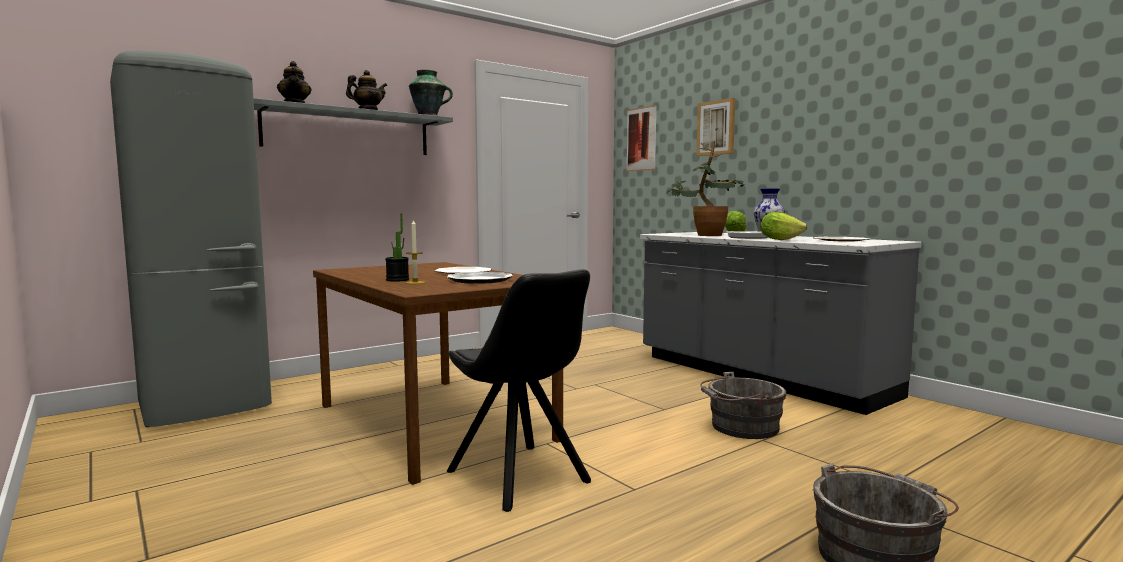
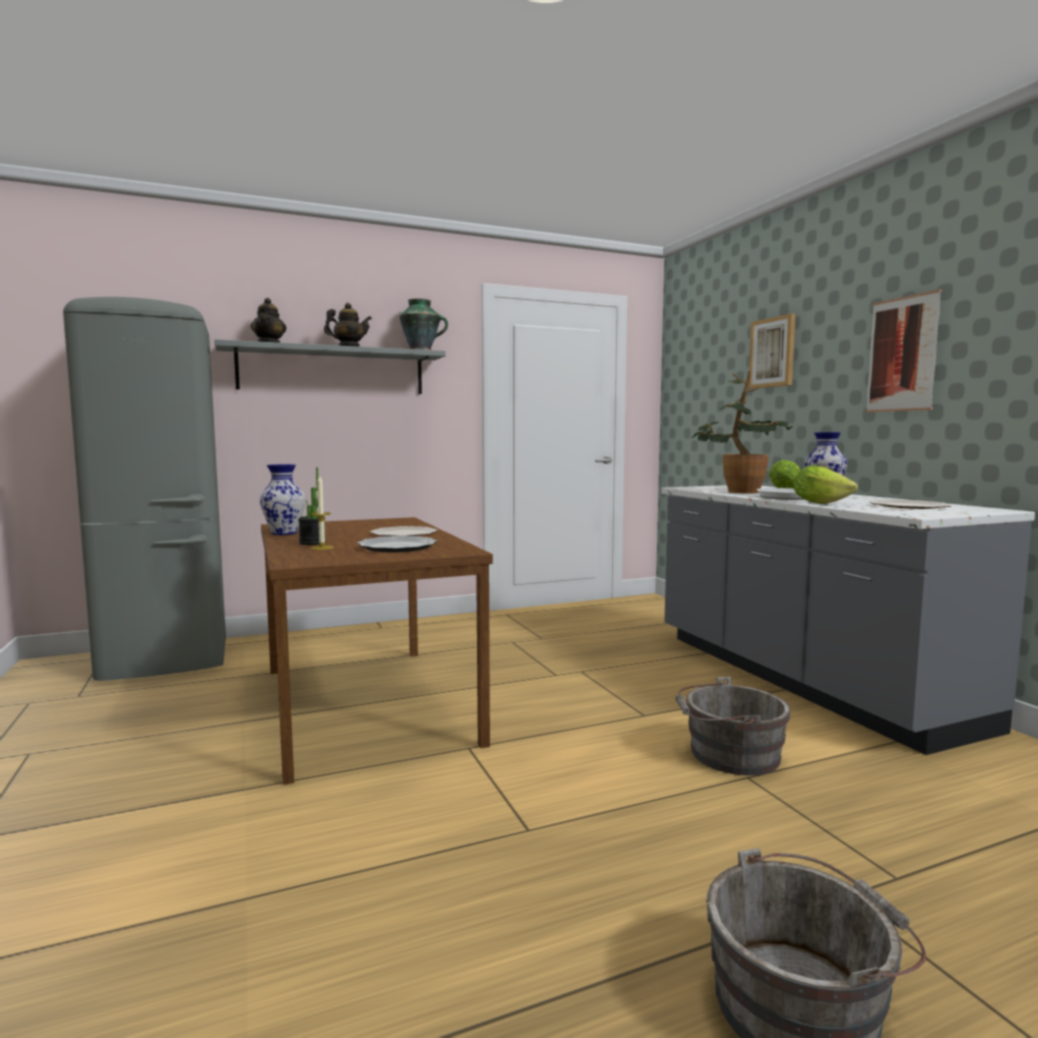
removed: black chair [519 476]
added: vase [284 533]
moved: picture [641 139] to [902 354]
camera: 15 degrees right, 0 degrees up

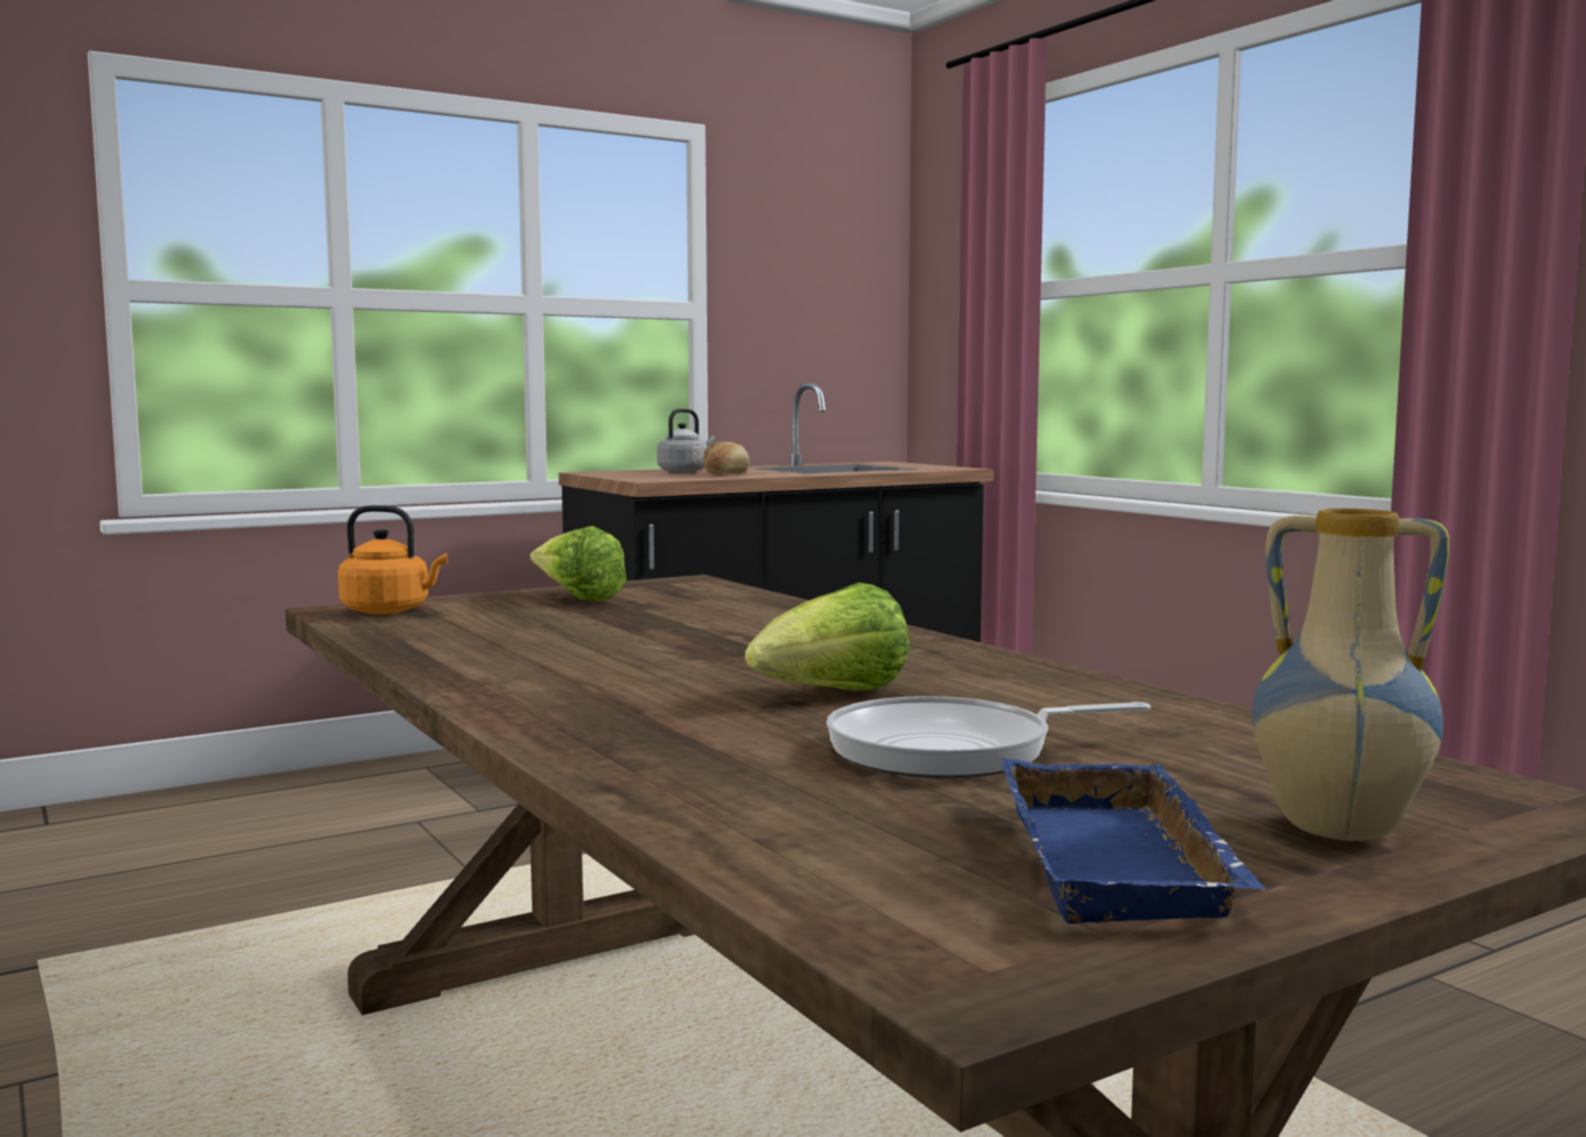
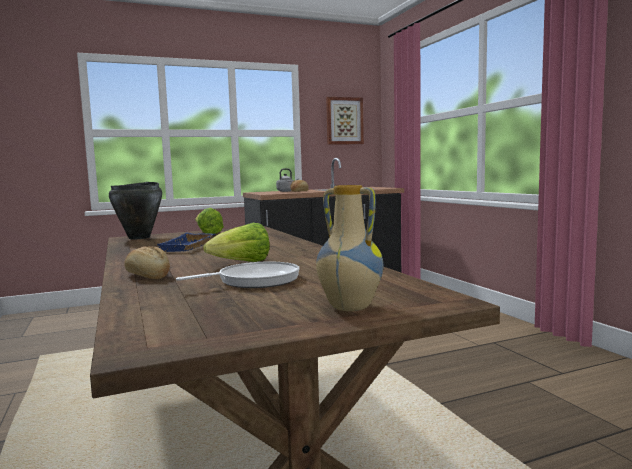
added: bread [148 276]; picture [344 121]
moved: blue tray [1125 863] to [189 247]
replaced: orange kettle [390 611] to black cooking pot [140 238]
turned: frying pan [953 751] = [254 281] 150 degrees clockwise
camera: 10 degrees right, 0 degrees up

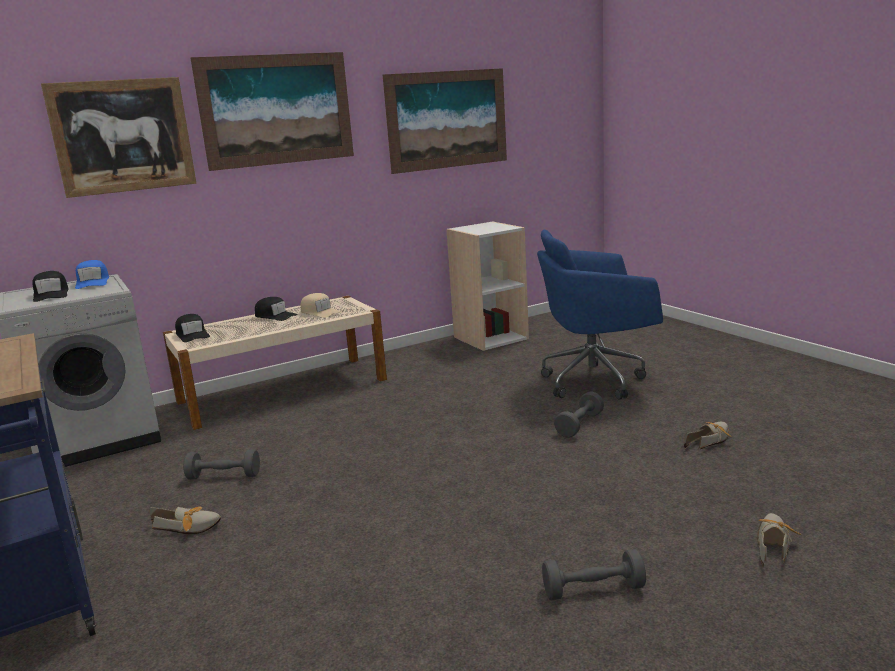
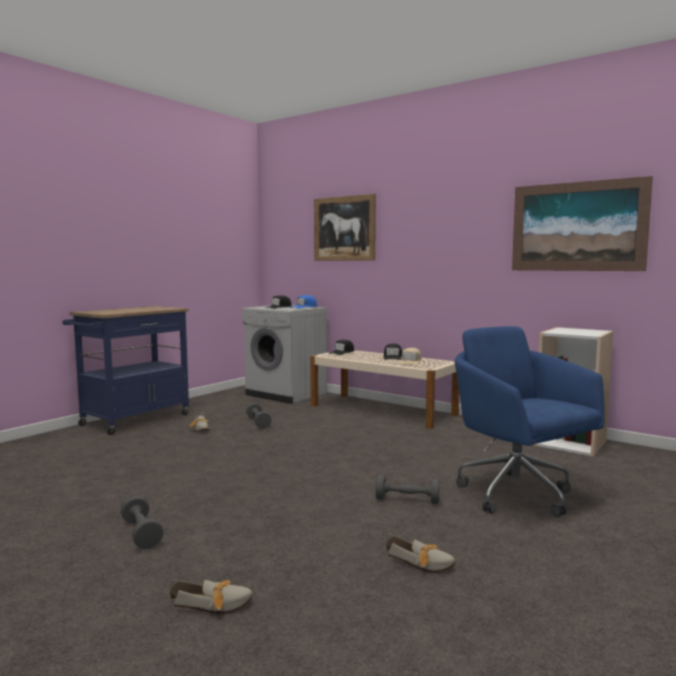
removed: picture [277 110]
camera: 65 degrees right, 10 degrees down

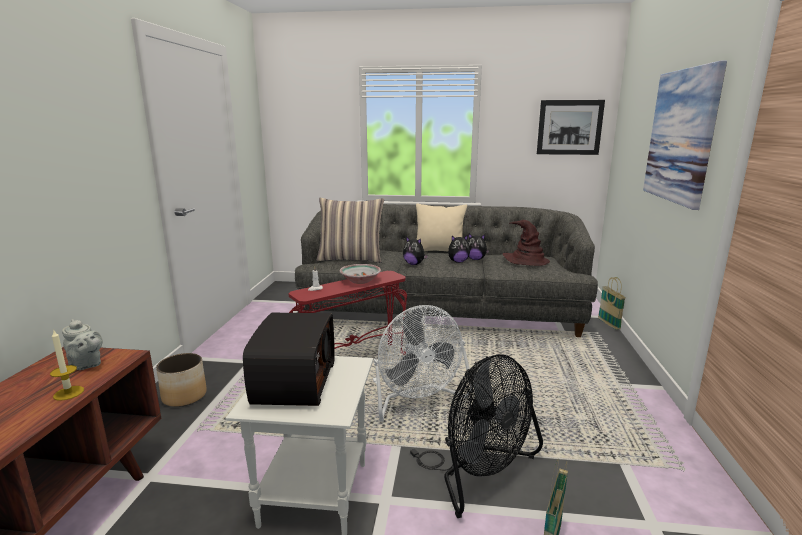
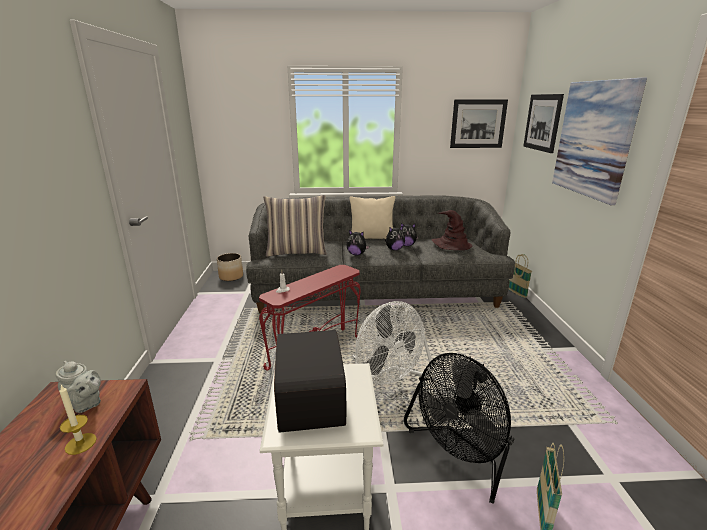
removed: bowl [360 281]
added: picture [542 122]
moved: planter [184 396] to [231 277]
turned: black fan [475 473] = [458 450] 105 degrees clockwise
camera: 10 degrees left, 5 degrees up

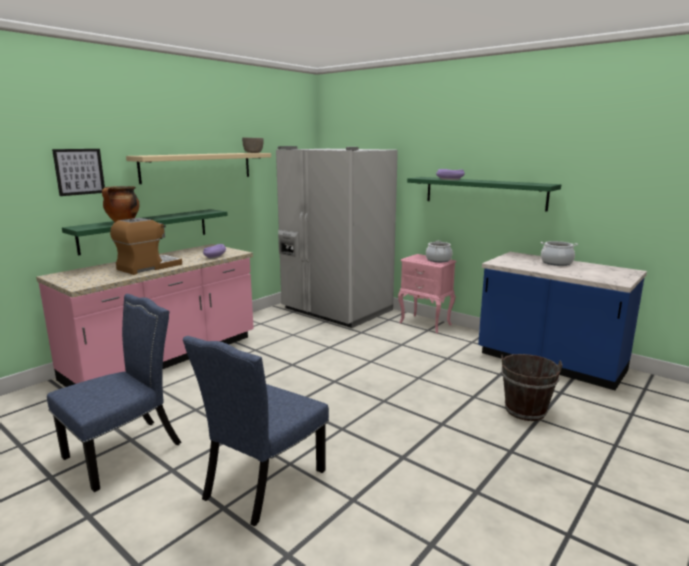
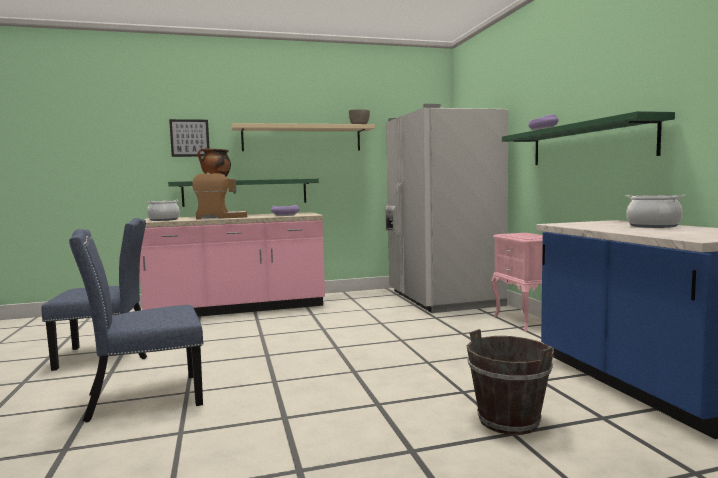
moved: cooking pot [438 260] to [164 220]
camera: 35 degrees right, 10 degrees down

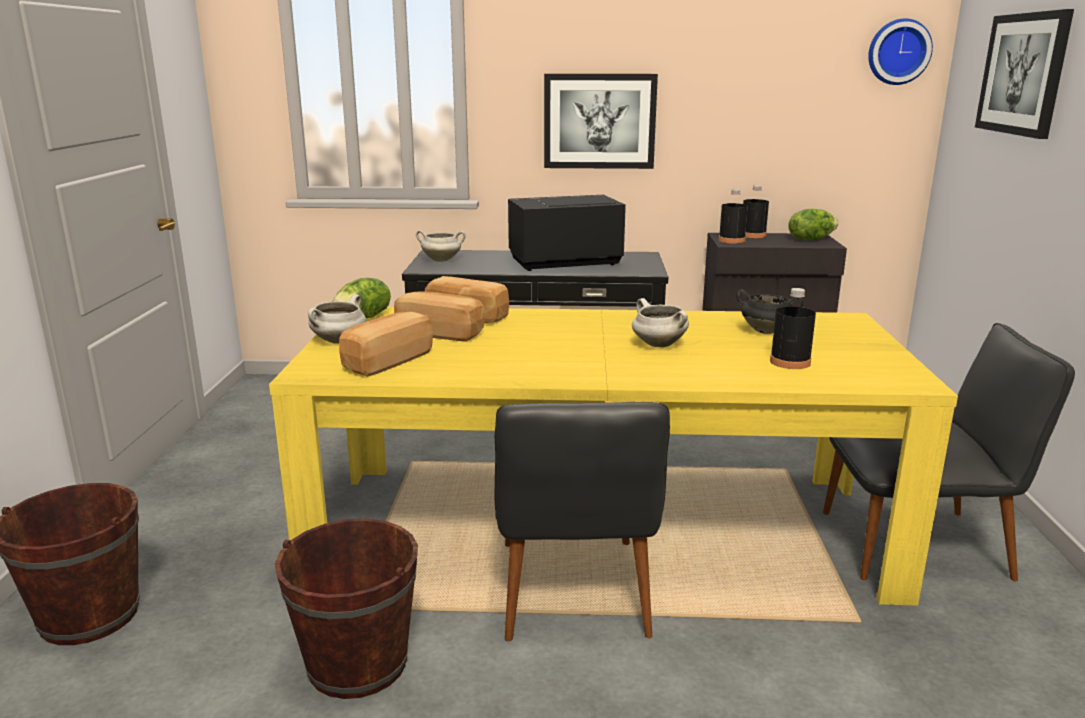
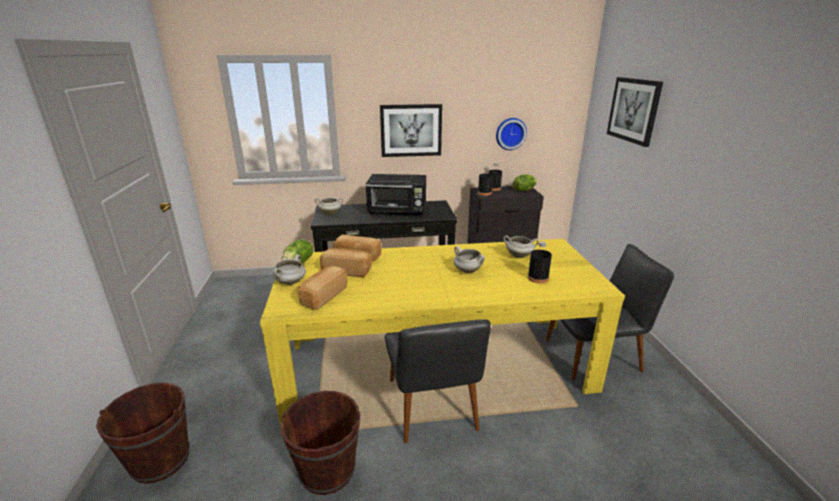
moved: wall clock [898 52] to [510 133]
recoloured: black cooking pot [767 331] to white cooking pot [519 256]
turned: black microwave [563 262] = [398 211] 150 degrees counterclockwise
camera: 10 degrees left, 5 degrees up

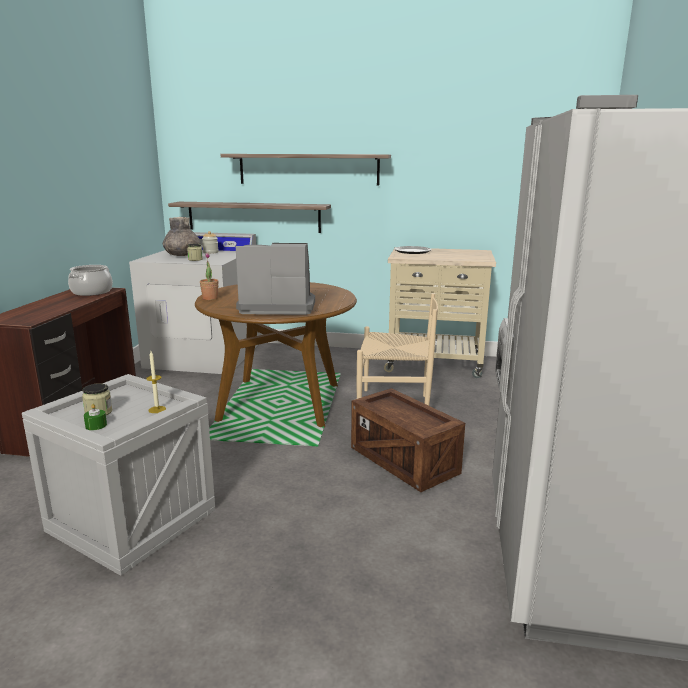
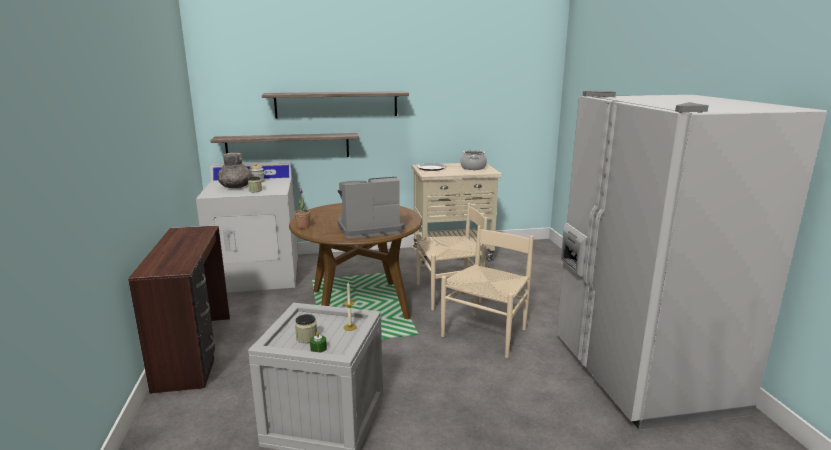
moved: cooking pot [91 292] to [473 168]
replaced: crate [404 461] to beige chair [487 333]
camera: 20 degrees left, 0 degrees up

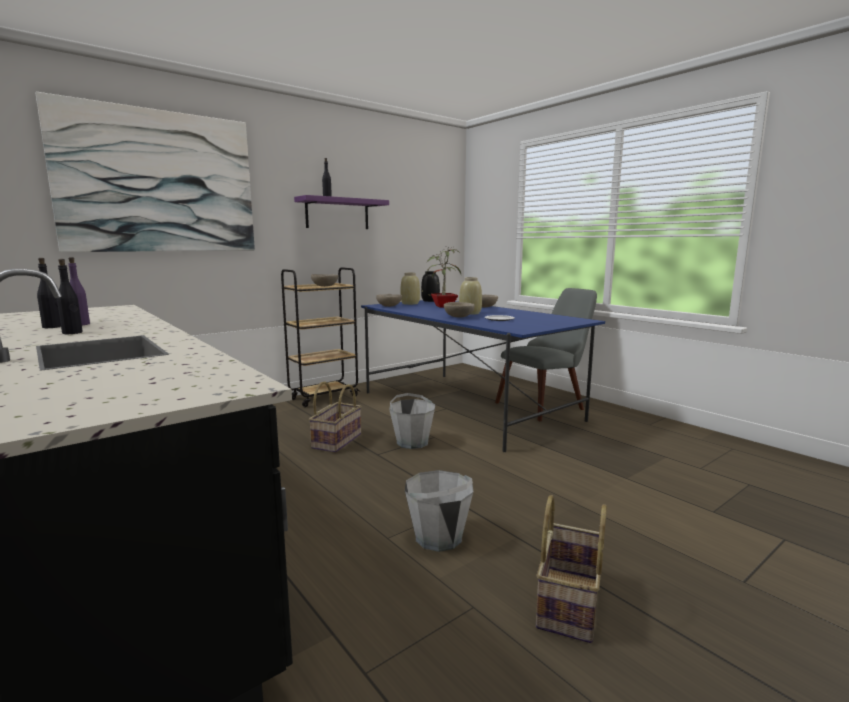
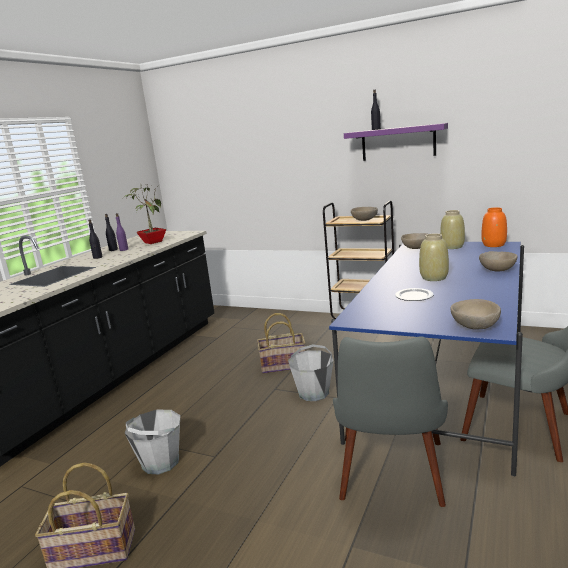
removed: picture [159 182]
added: grey chair [392 480]
moved: potted plant [442 306] to [152 242]; beige bowl [458 317] to [474 326]
recoloured: black vase [430 300] to orange vase [494 245]
camera: 65 degrees right, 5 degrees up

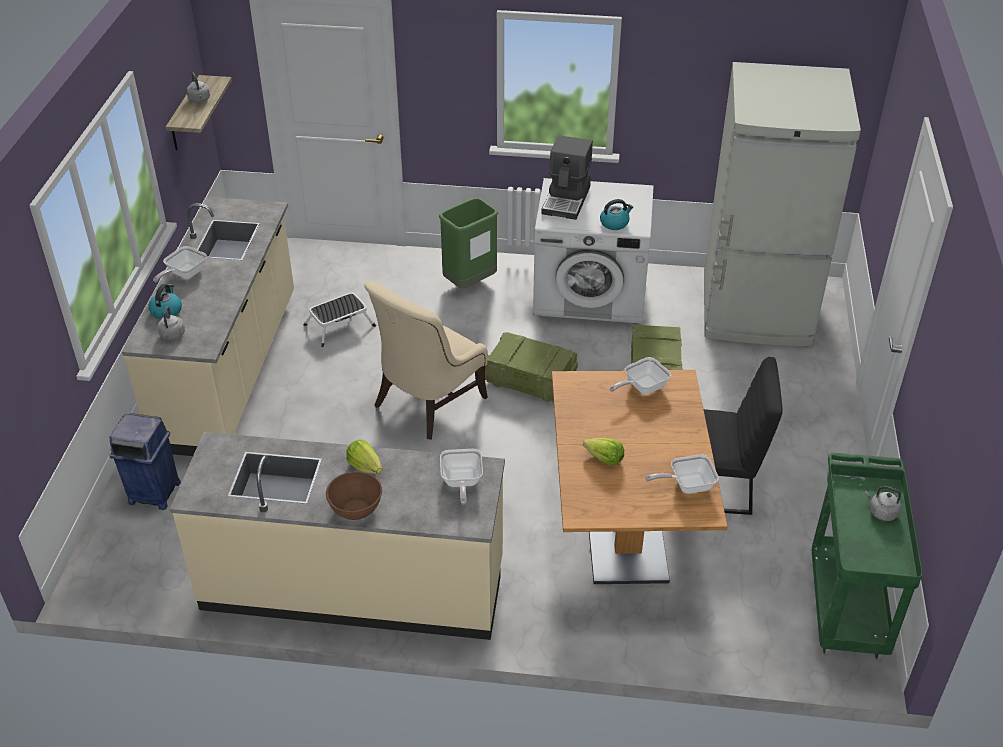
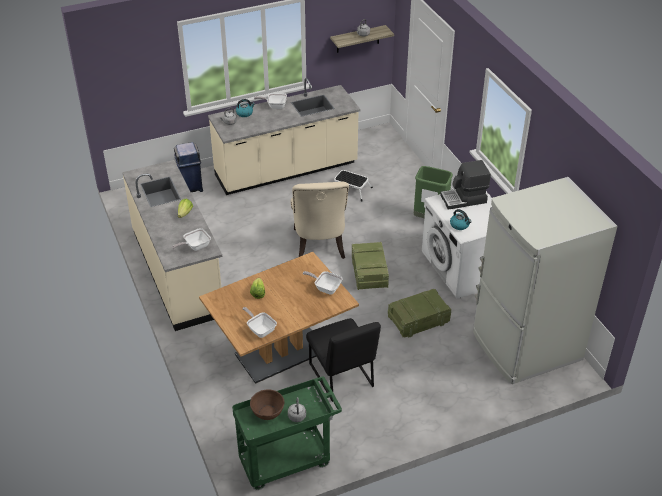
moved: brown bowl [356 508] to [267 412]
turned: beige chair [428 402] = [319 244] 105 degrees counterclockwise
camera: 60 degrees right, 0 degrees up

